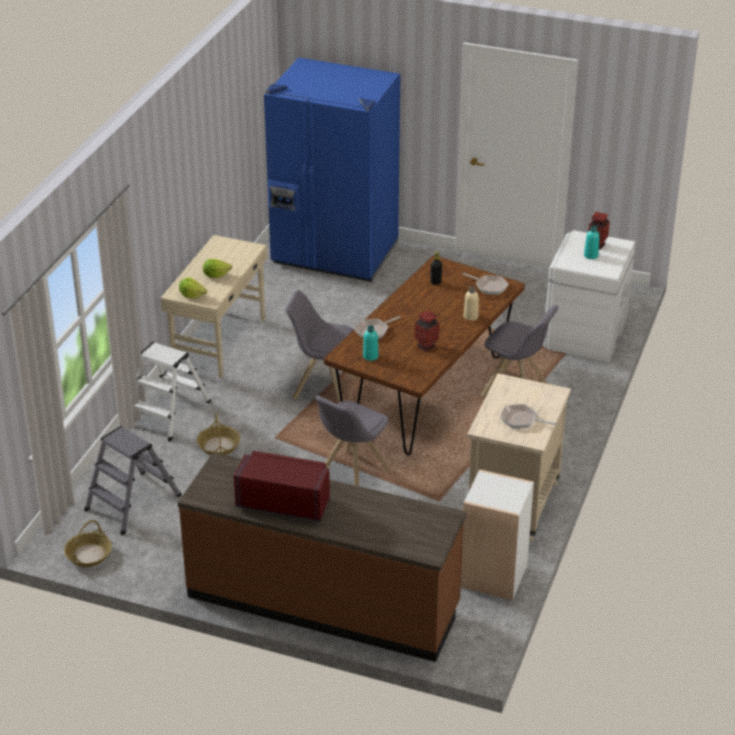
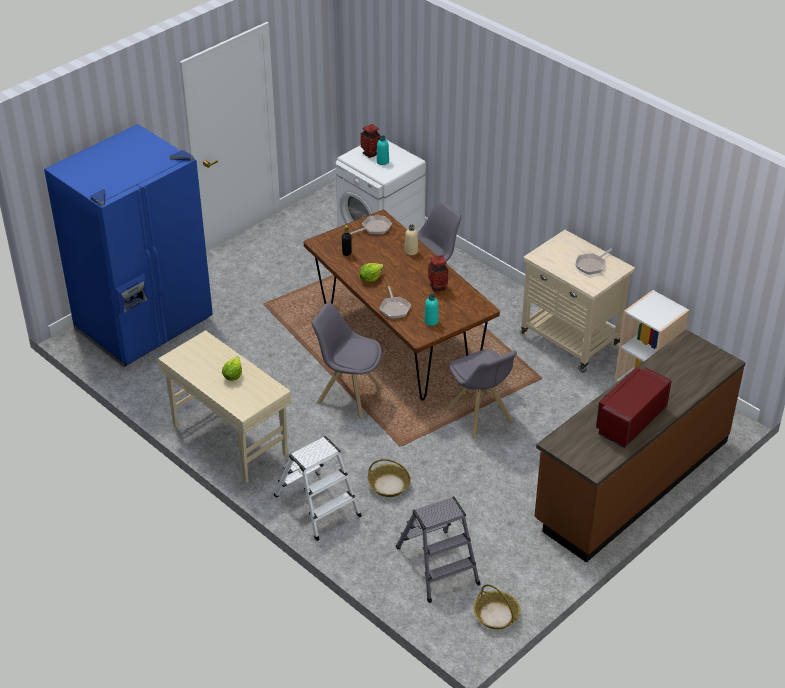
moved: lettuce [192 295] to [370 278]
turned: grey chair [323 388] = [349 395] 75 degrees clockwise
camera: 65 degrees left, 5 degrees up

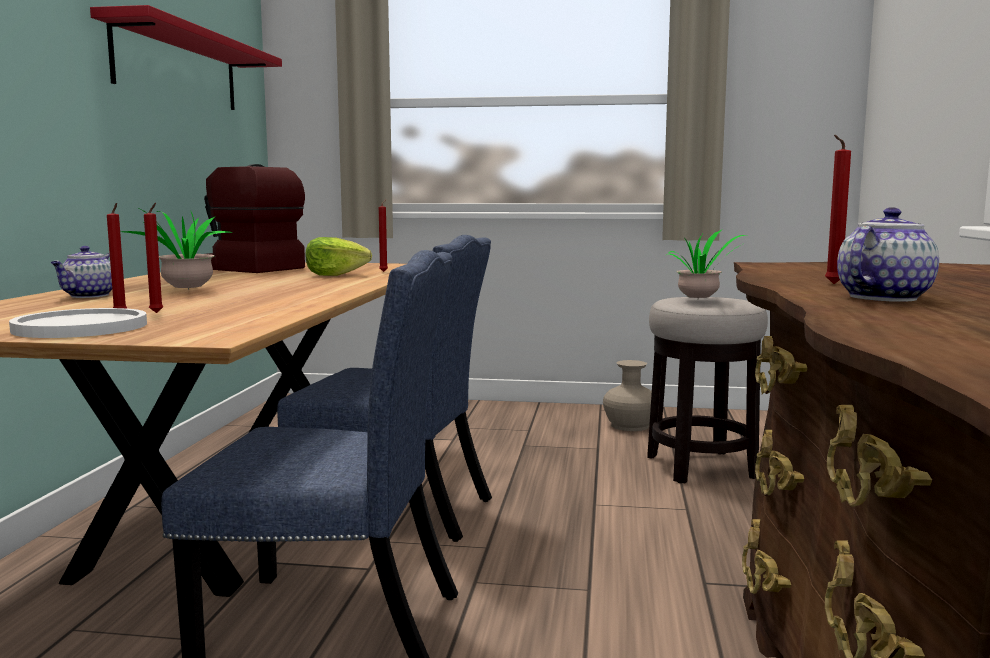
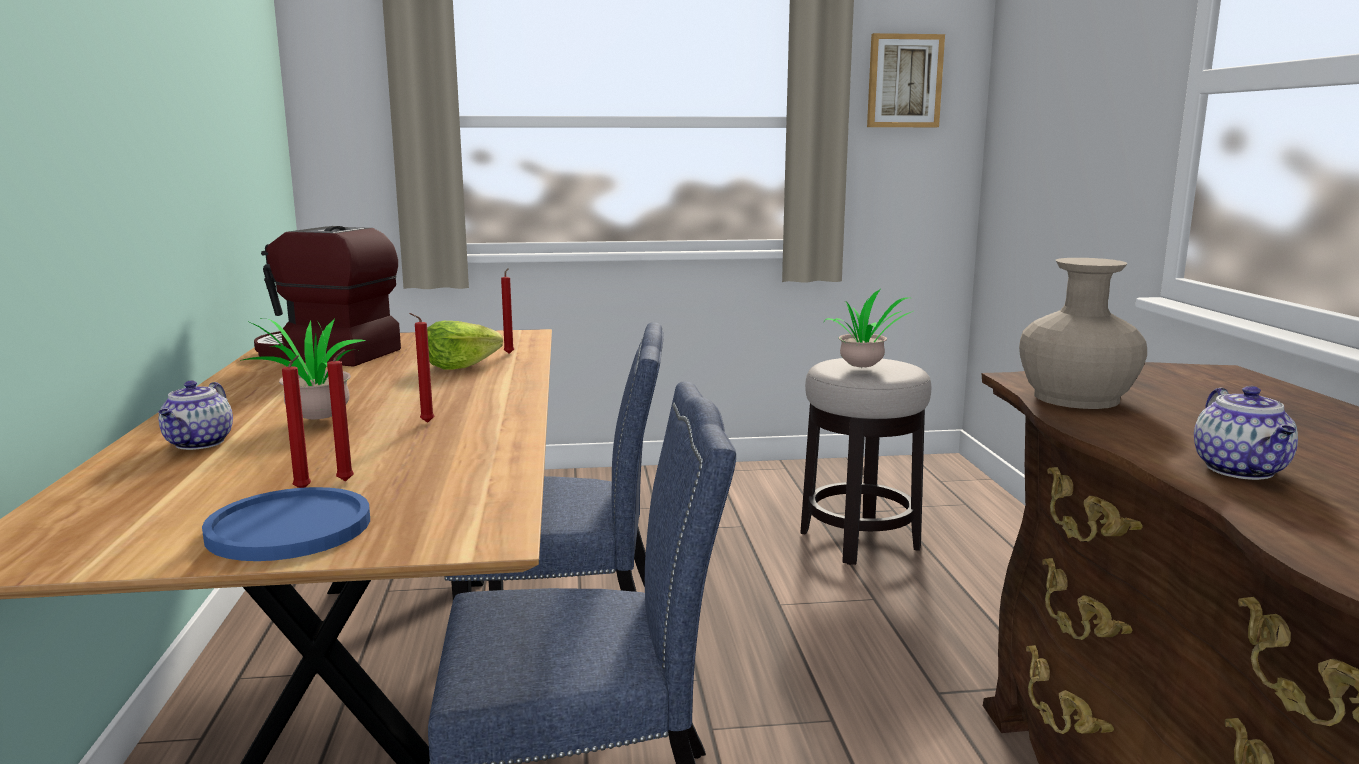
removed: red shelf [178 68]
added: picture [904 81]
moved: beige vase [630 425] to [1076 398]; red candle [831 284] to [425 423]
recoloured: white plate [80 327] to blue plate [289 527]
turned: teapot [883 297] = [1241 471] 150 degrees clockwise
camera: 15 degrees left, 5 degrees up

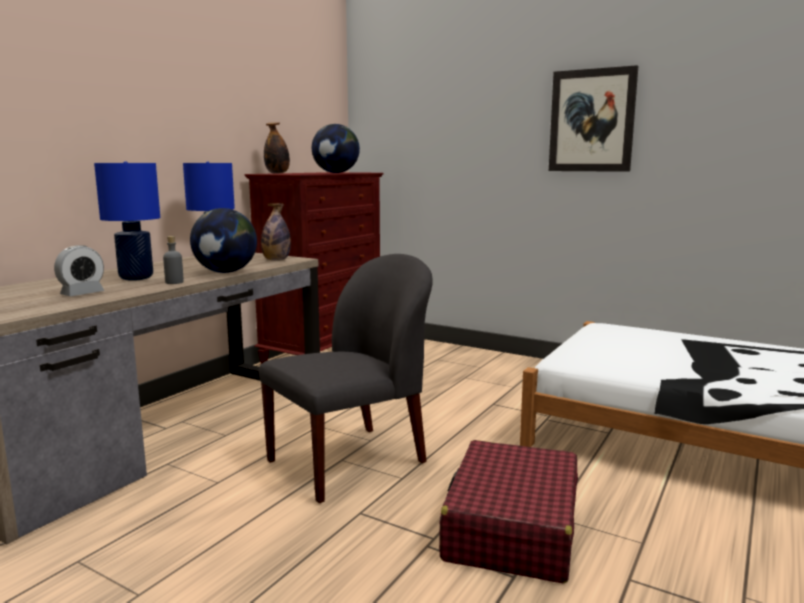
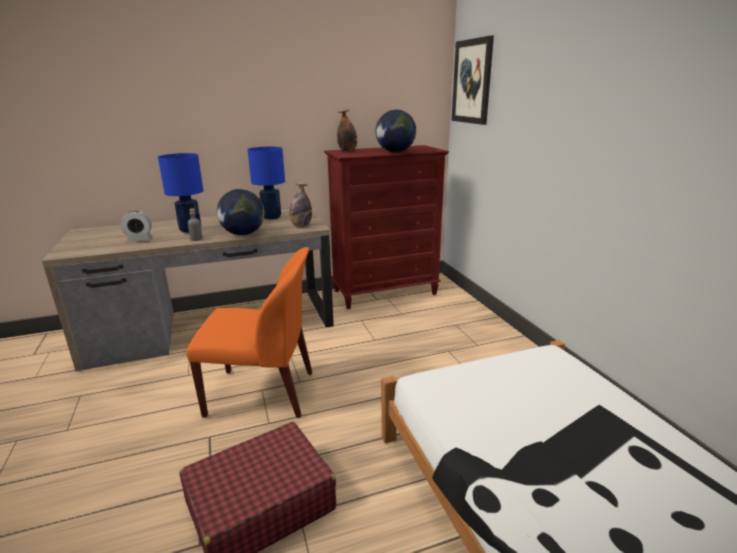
moved: picture [592 121] to [472 82]
recoloured: grey chair [350 461] to orange chair [264 393]
camera: 40 degrees right, 10 degrees up

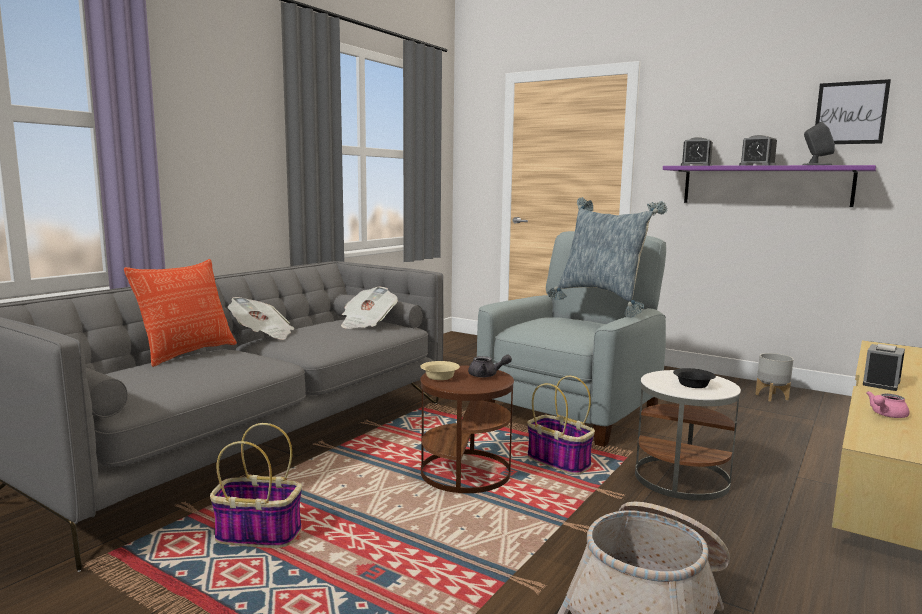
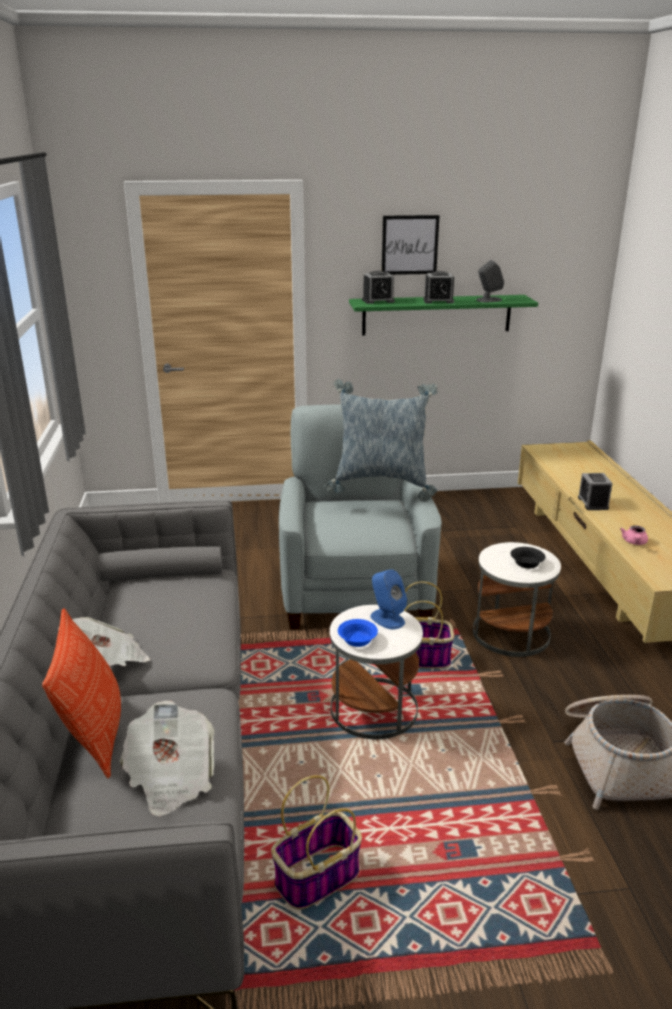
removed: grey planter [772 397]
moved: newspaper [367 323] to [171 777]; picture [850 113] to [409 245]
replaced: grey teapot [487 375] to blue speaker [387 619]
recoloured: beige bowl [440 377] to blue bowl [357 639]; brown side table [466 473] to white side table [374 709]; purple shelf [765 185] to green shelf [436 315]
camera: 40 degrees left, 15 degrees up

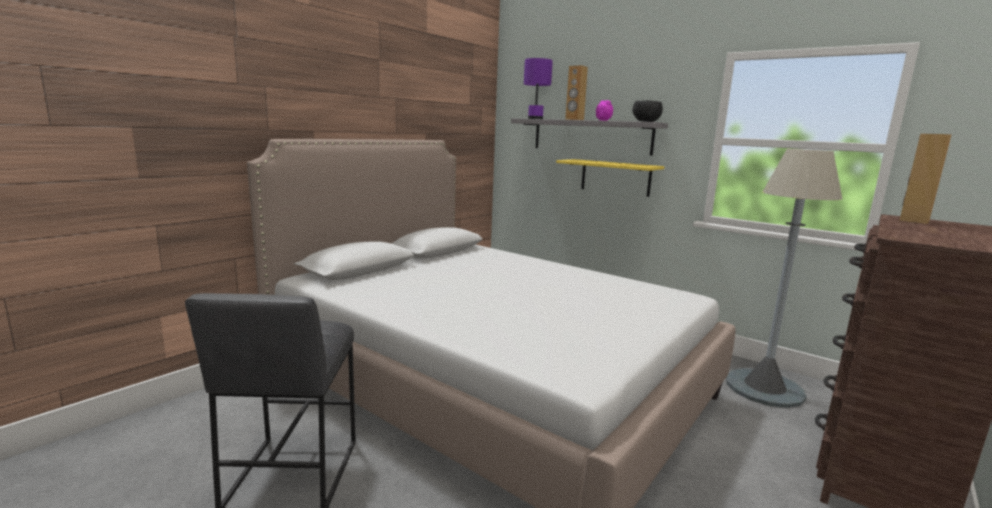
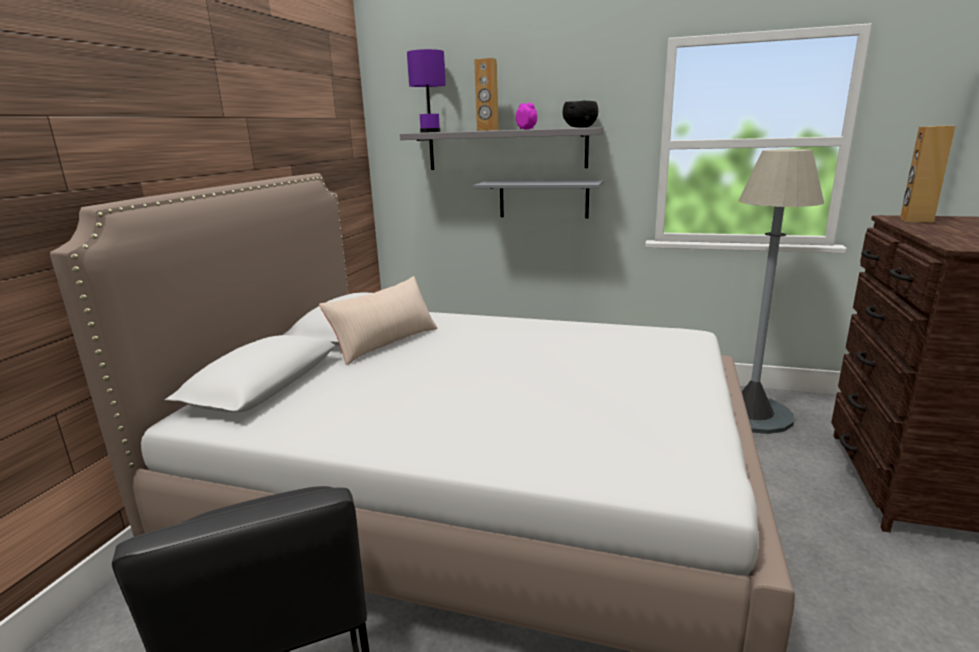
added: beige pillow [385 343]
recoloured: yellow shelf [615 177] to grey shelf [543 199]
camera: 20 degrees left, 5 degrees up

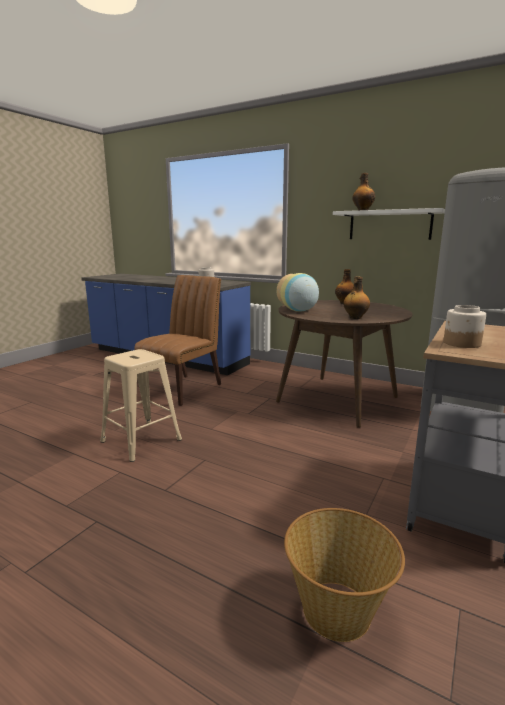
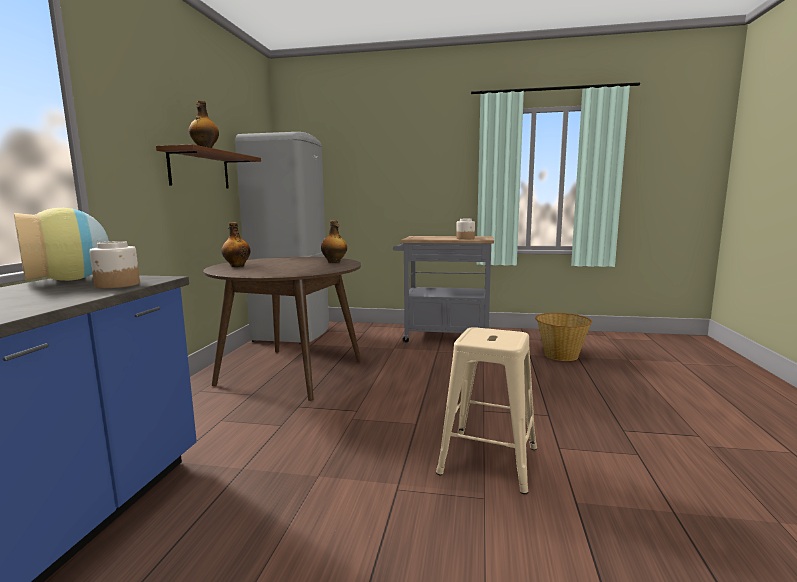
removed: brown chair [183 390]
moved: vase [298 311] to [70 280]
recoloured: white shelf [389 225] to brown shelf [200 170]
camera: 110 degrees left, 5 degrees down

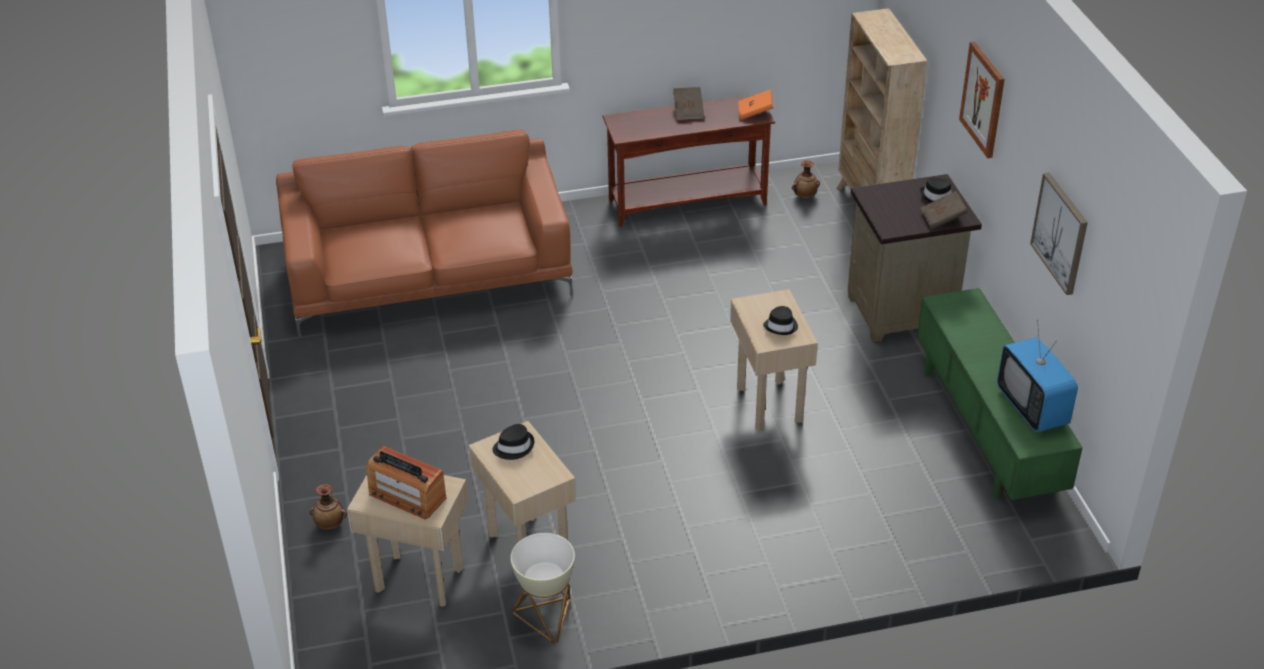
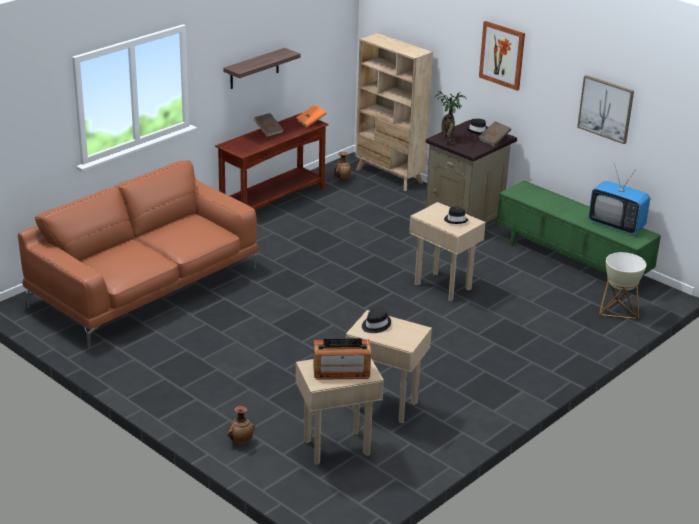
added: shelf [254 68]; potted plant [448 139]
moved: planter [547 617] to [618 311]
camera: 35 degrees left, 10 degrees down

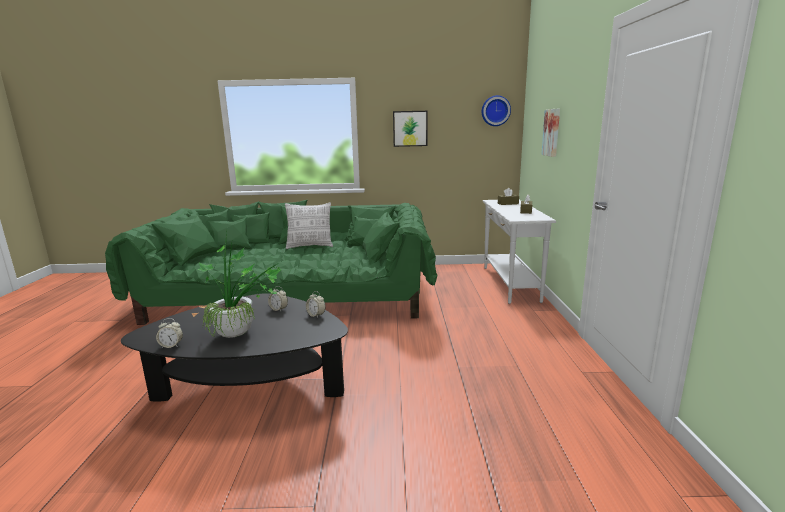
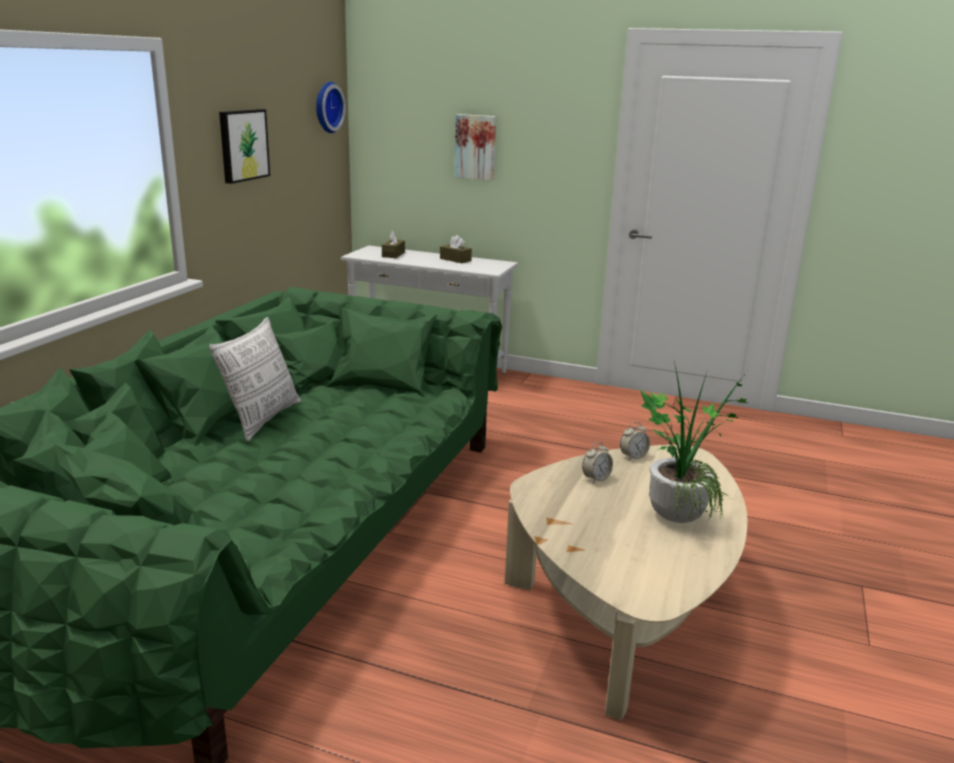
removed: alarm clock [171 345]
recoloured: black coffee table [251 389] to beige coffee table [625 608]
camera: 70 degrees left, 5 degrees up

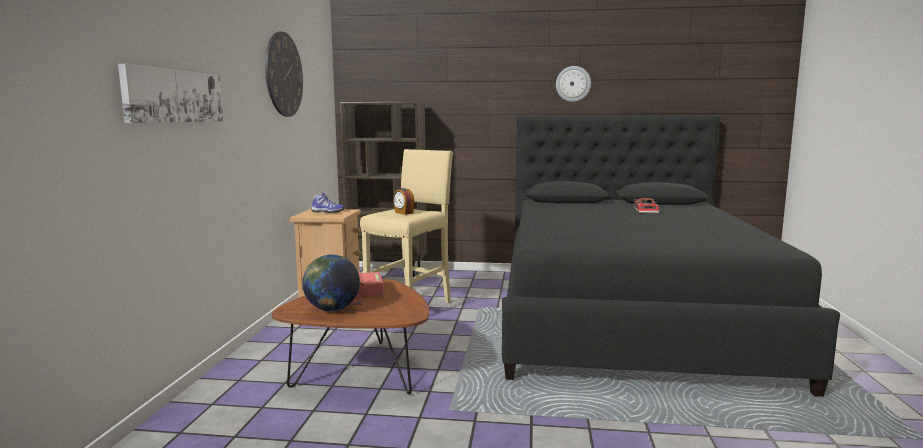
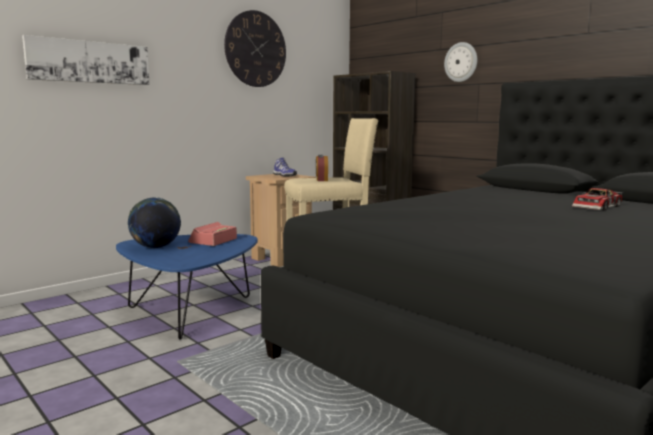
moved: wall clock [573 84] to [461 62]
recoloured: brown coffee table [362 371] to blue coffee table [191 312]
camera: 40 degrees right, 0 degrees up

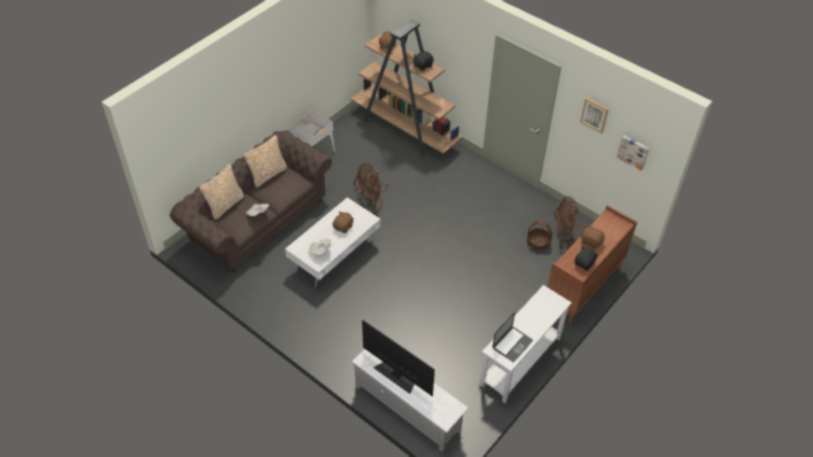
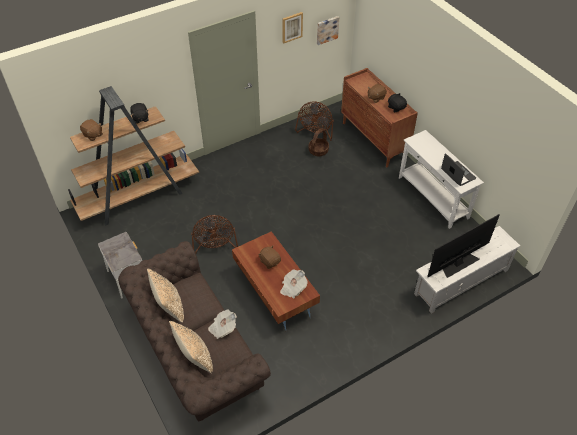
recoloured: white coffee table [334 255] to brown coffee table [274 292]
camera: 70 degrees left, 0 degrees up

